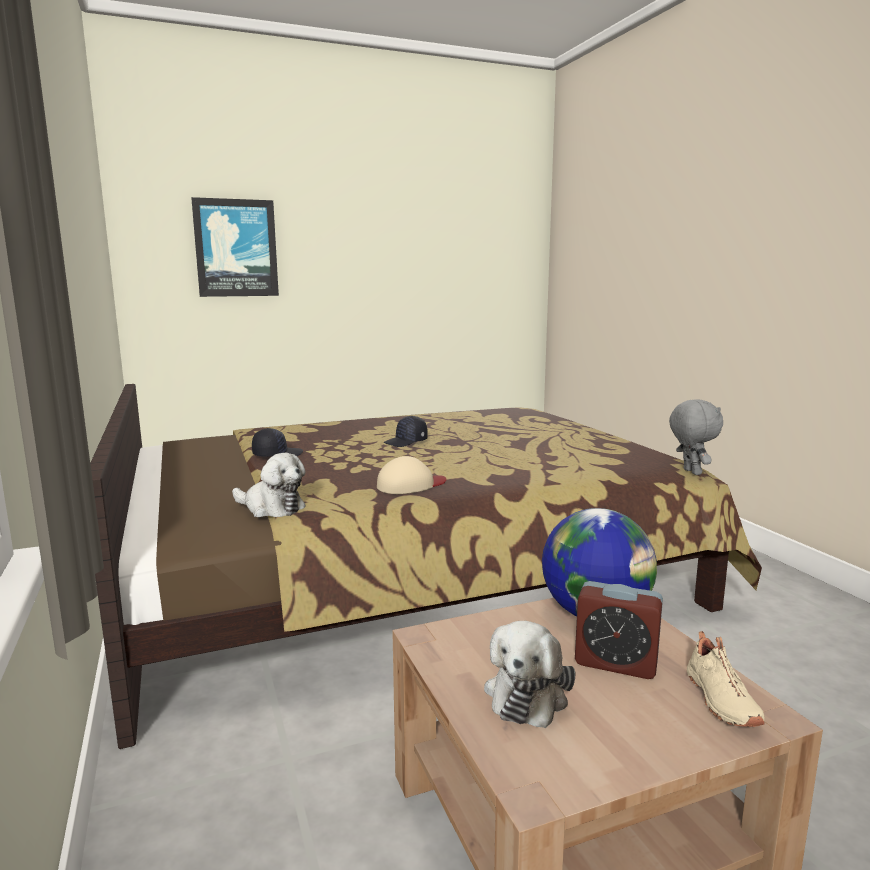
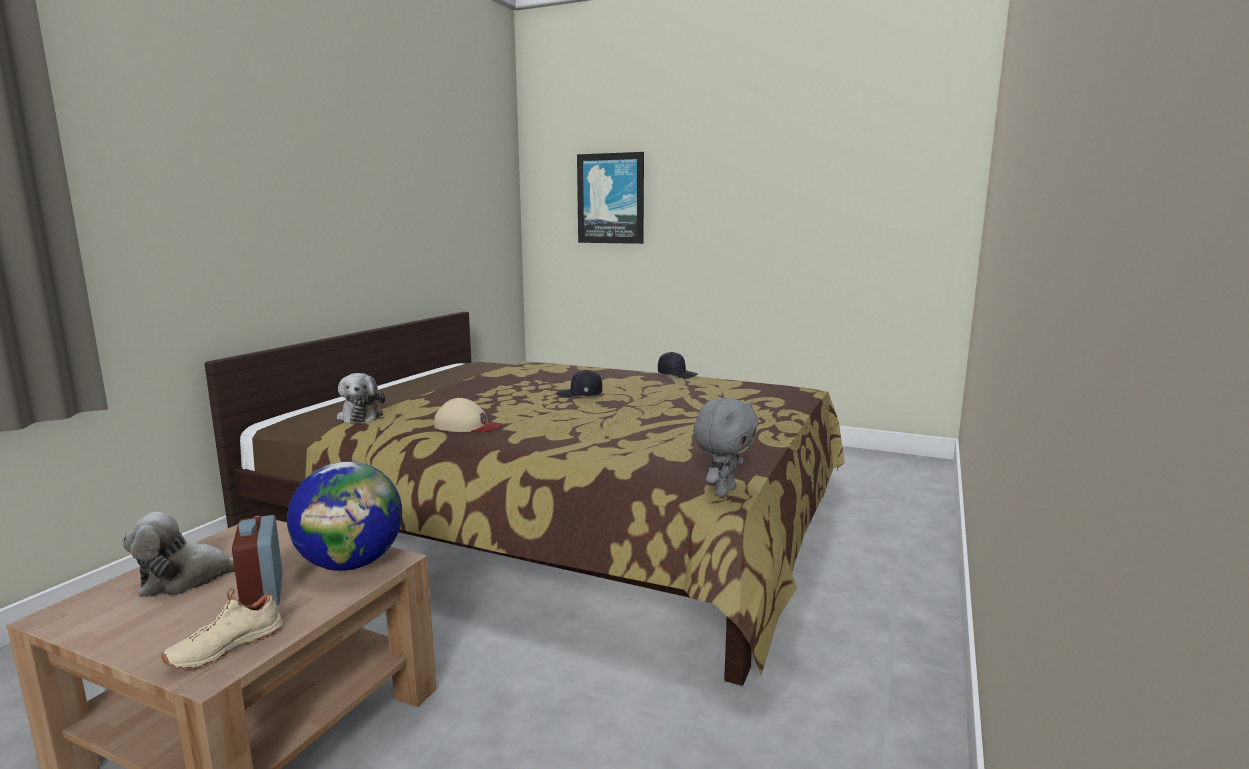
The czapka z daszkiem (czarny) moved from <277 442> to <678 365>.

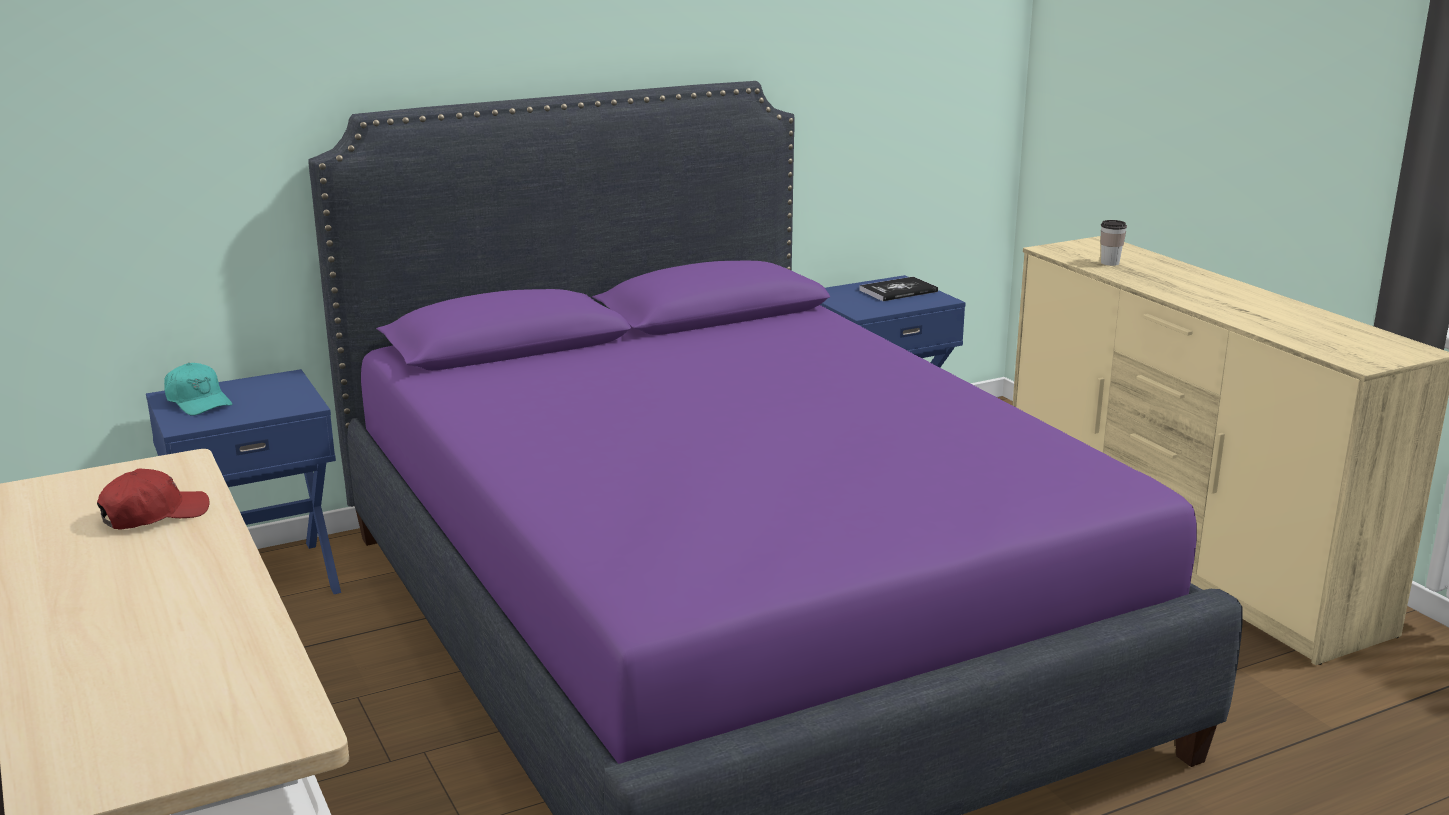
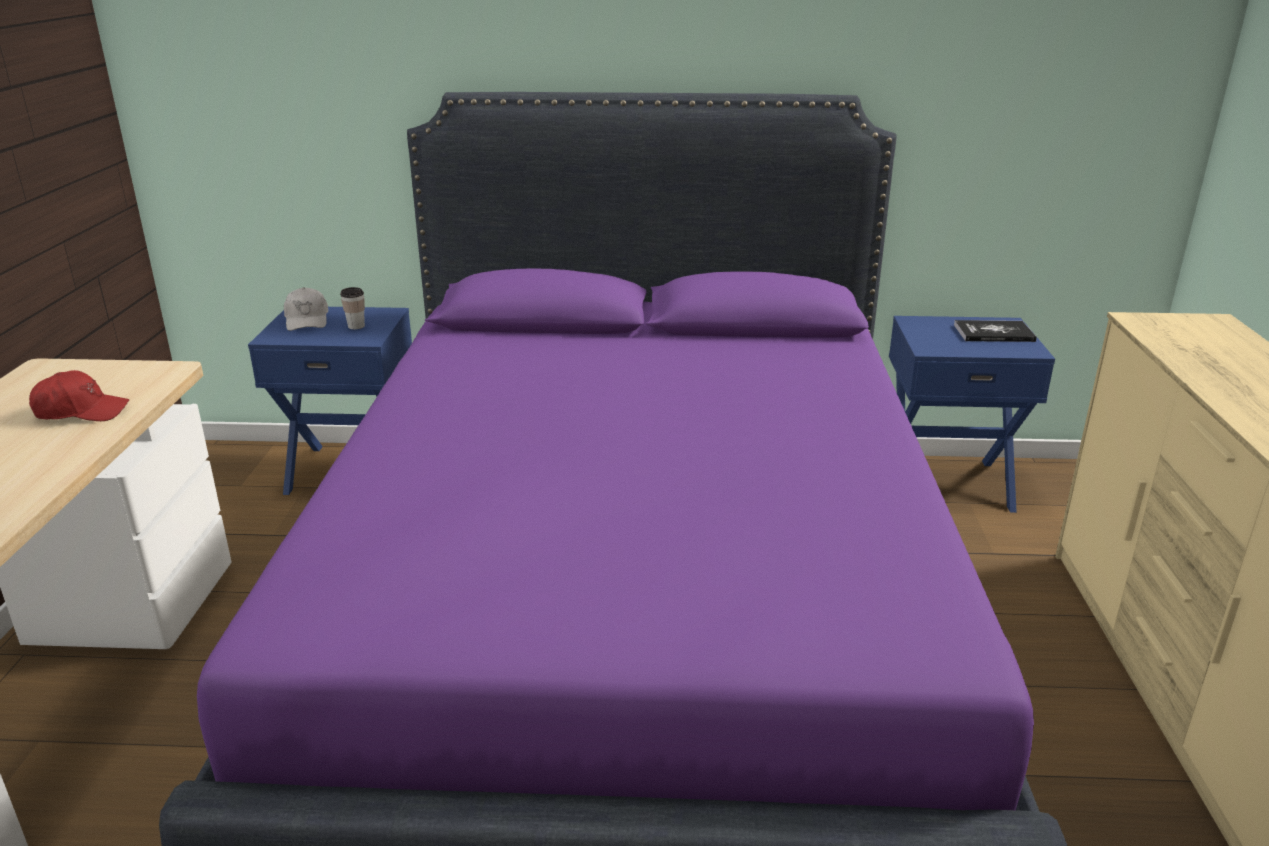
The filiżanka moved from <1114 243> to <352 308>. The czapka z daszkiem (turkusowy) at <198 389> became the czapka z daszkiem (biały) at <306 309>.

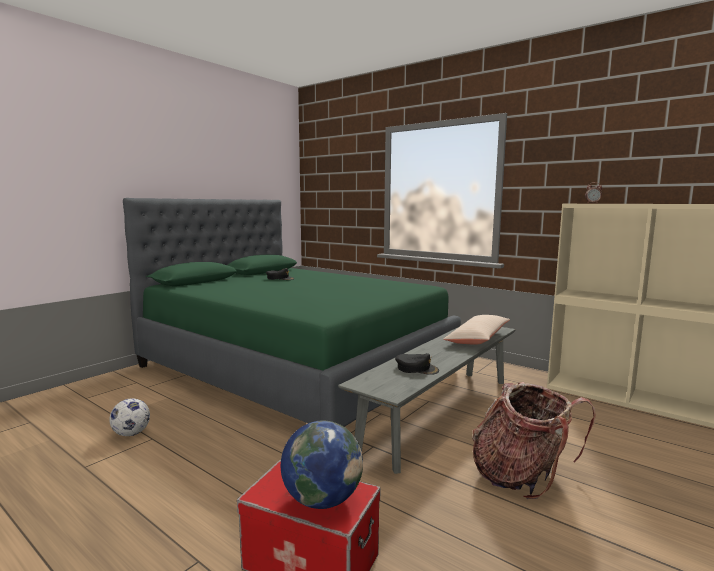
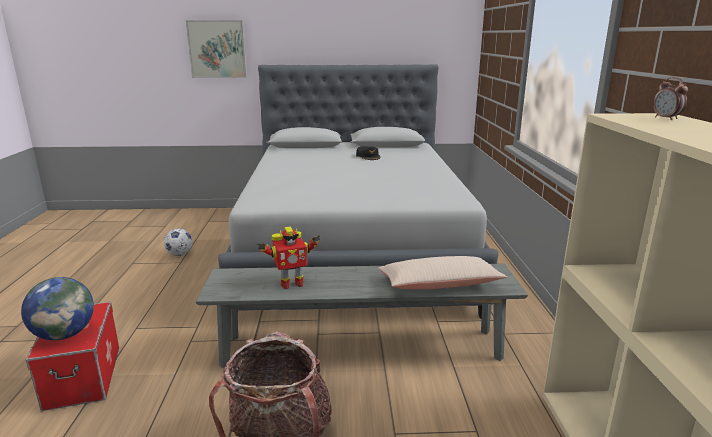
The obraz at <216 49> appeared. The czapka z daszkiem (czarny) at <417 364> was replaced by the robot zabawkowy at <288 258>. The łóżko (zielony) at <292 312> became the łóżko (szary) at <358 191>.

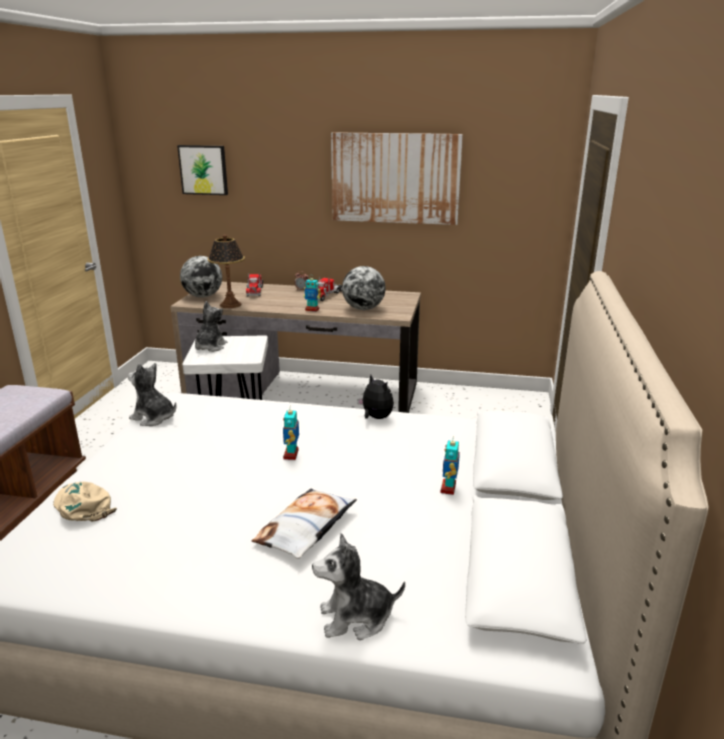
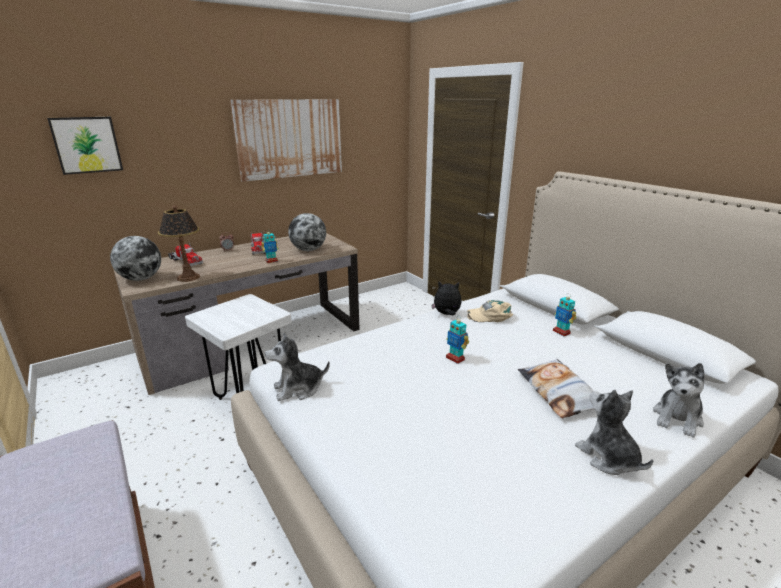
The czapka z daszkiem (beżowy) moved from <85 501> to <490 311>. The pluszak moved from <211 326> to <614 432>.

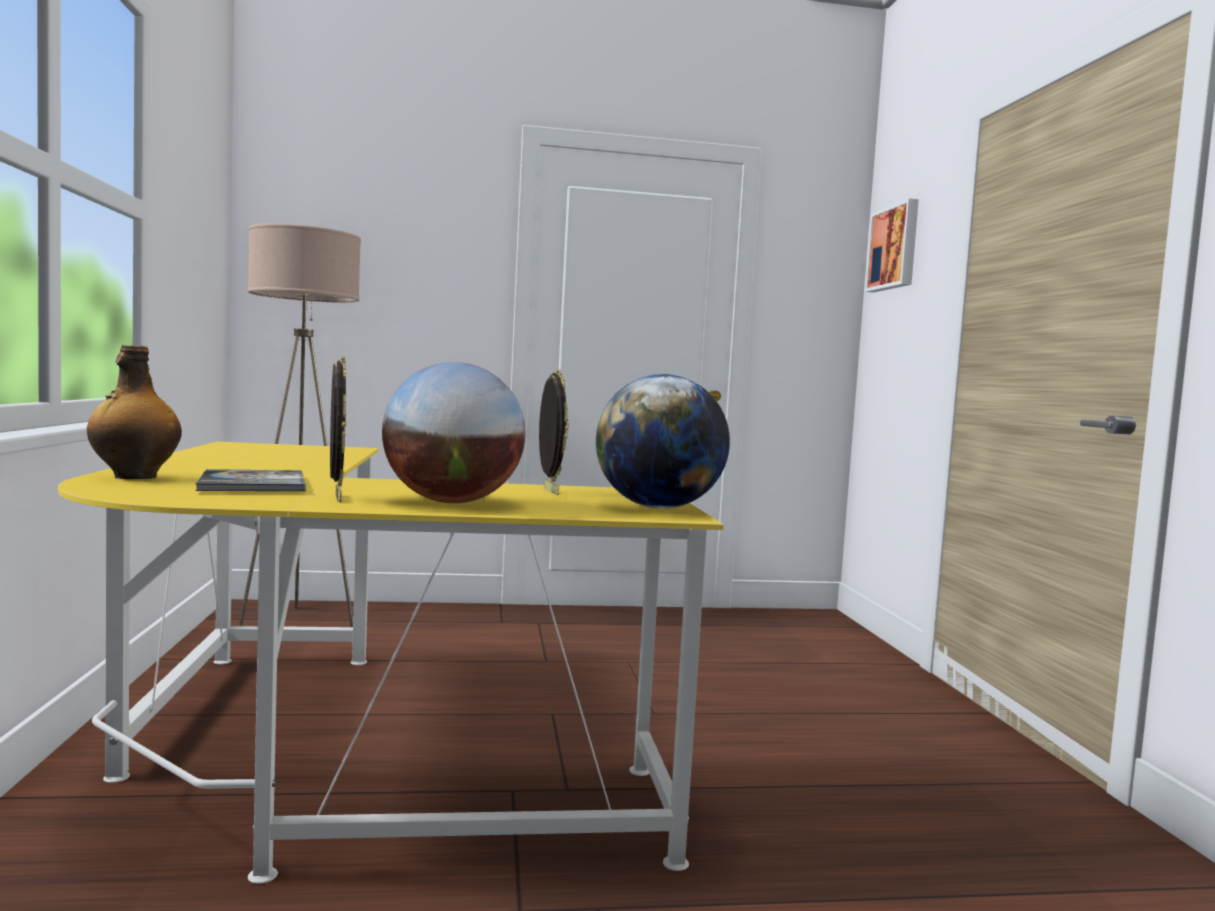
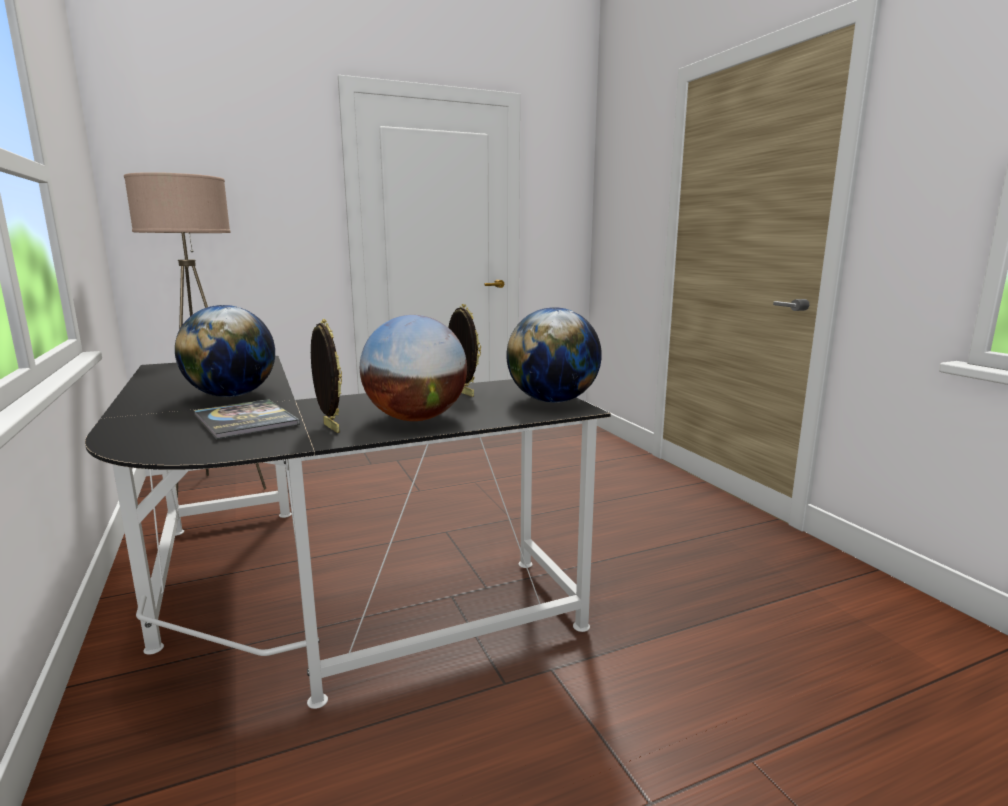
The butelka at <134 412> disappeared. The obraz at <892 245> disappeared. The globus at <225 351> appeared. The biurko (żółty) at <391 663> became the biurko (czarny) at <348 532>.

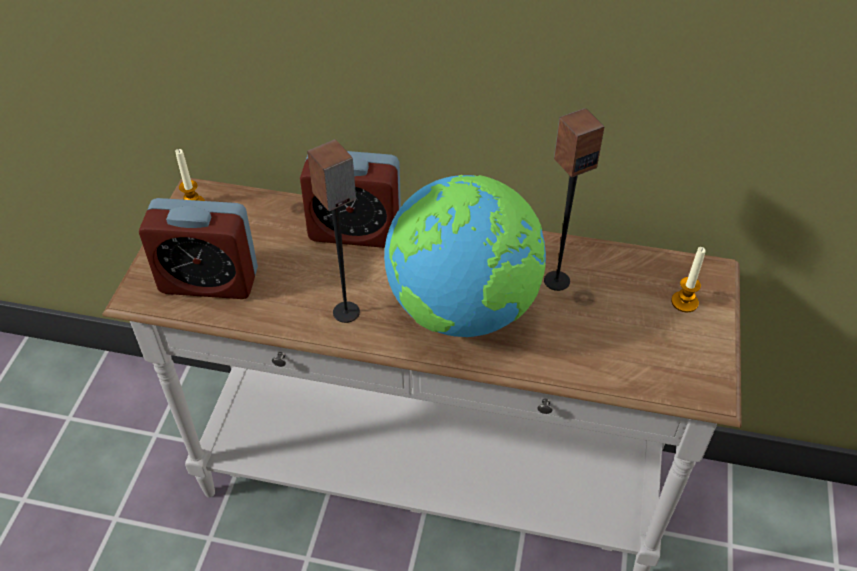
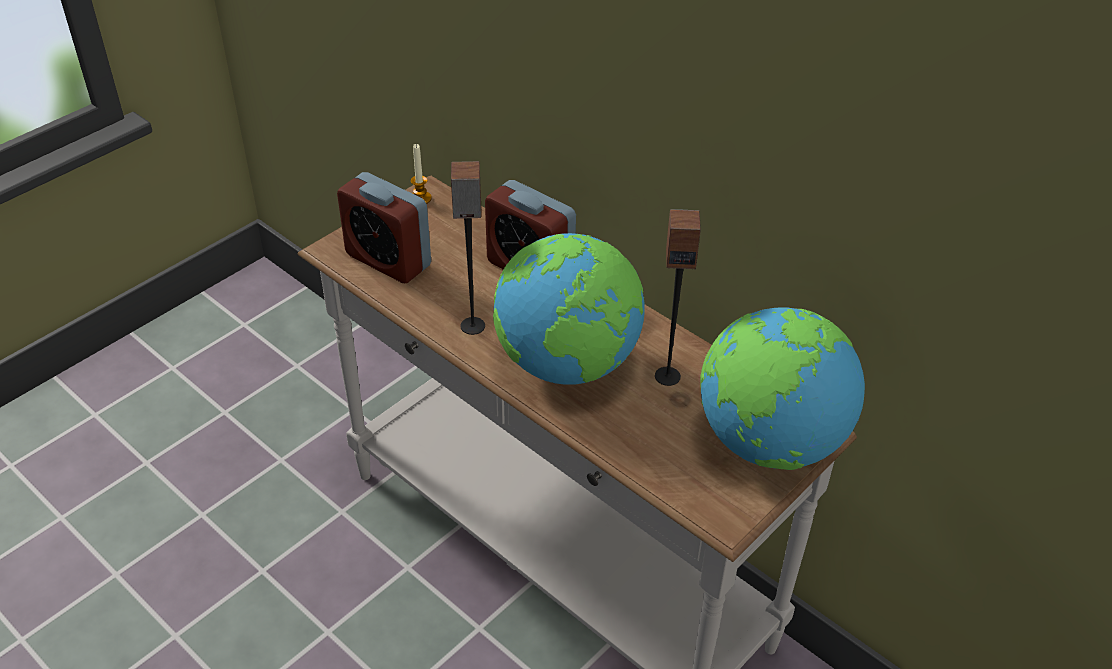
The świeca at <688 279> was replaced by the globus at <782 388>.

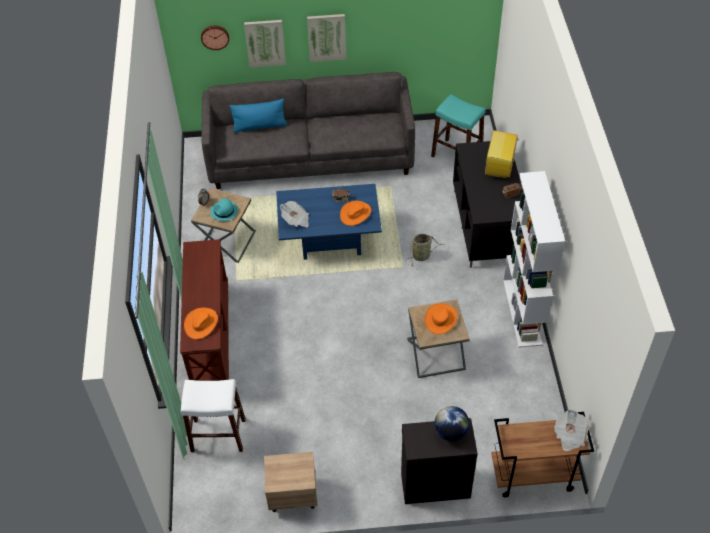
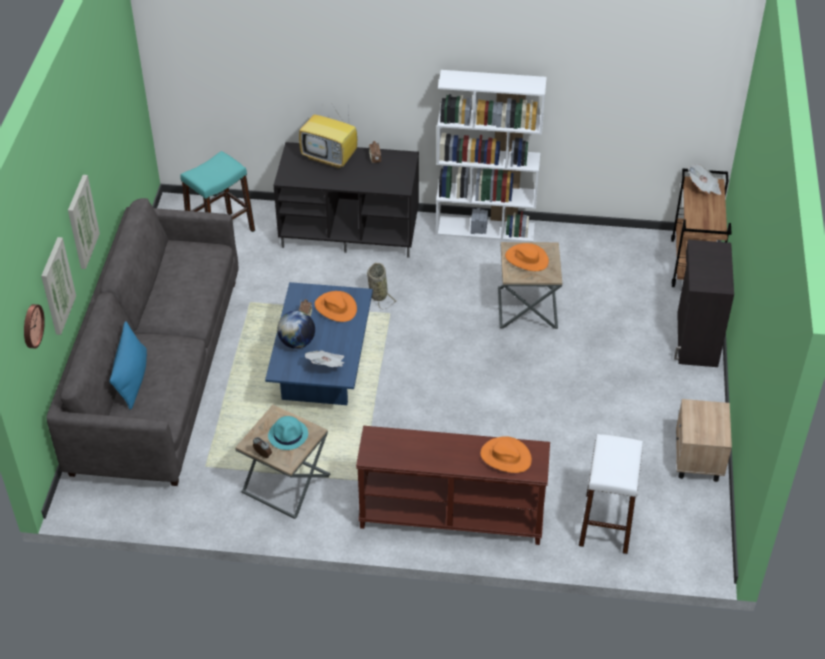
The globus moved from <452 423> to <296 330>.

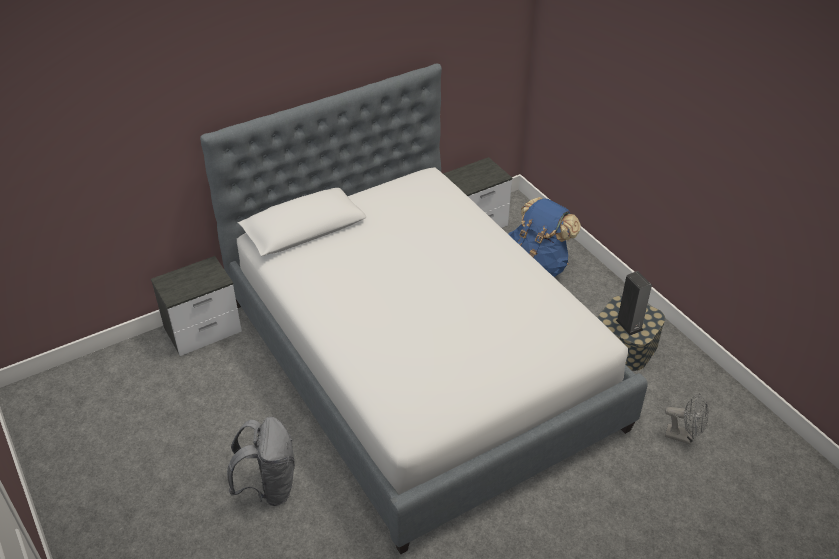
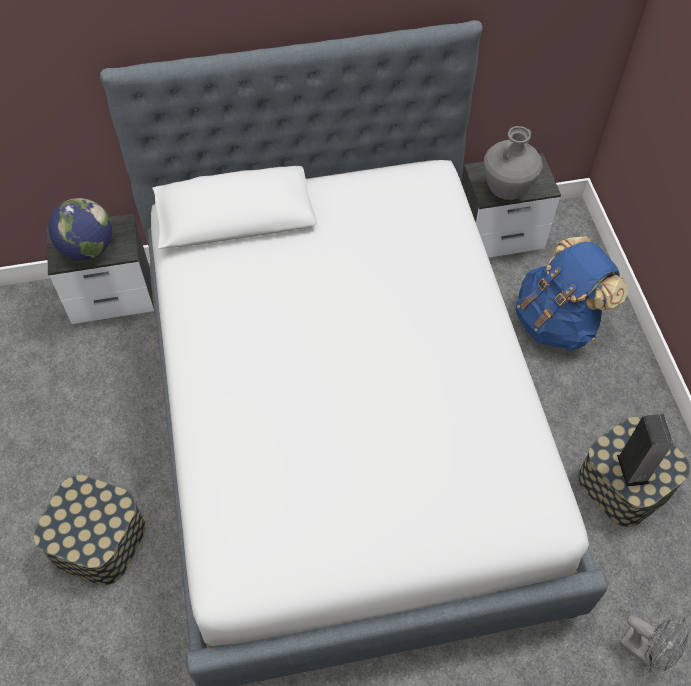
The globus at <80 229> appeared. The wazon (szary) at <513 163> appeared. The plecak (szary) at <261 461> was replaced by the pojemnik do przechowywania at <89 530>.

